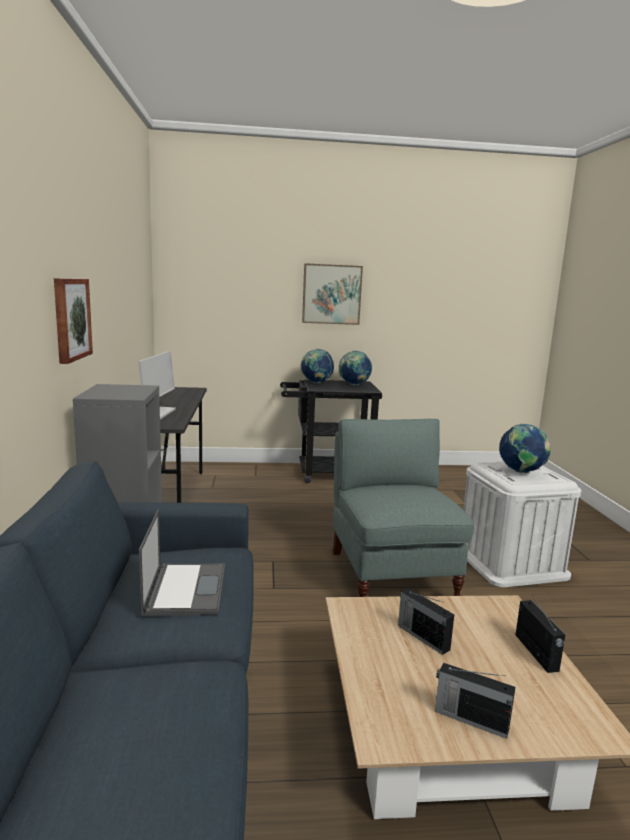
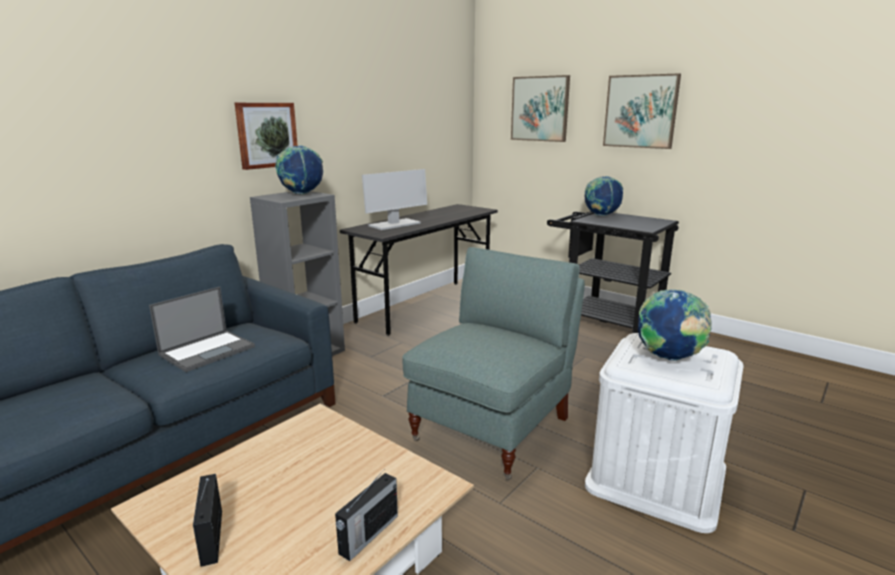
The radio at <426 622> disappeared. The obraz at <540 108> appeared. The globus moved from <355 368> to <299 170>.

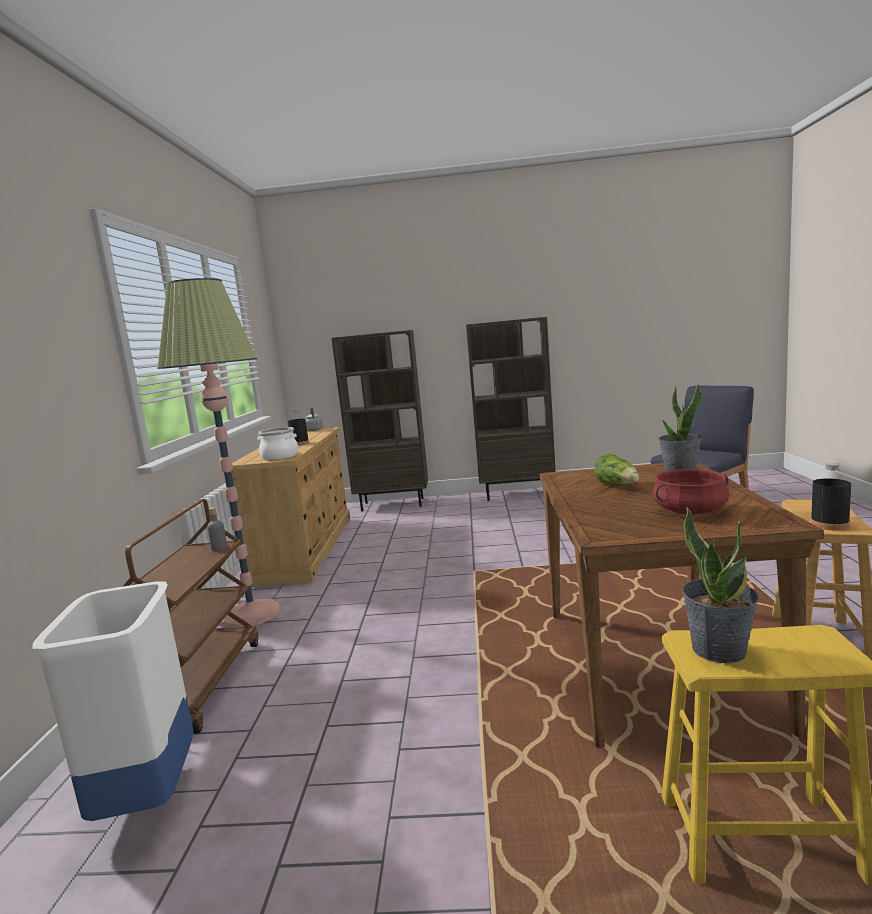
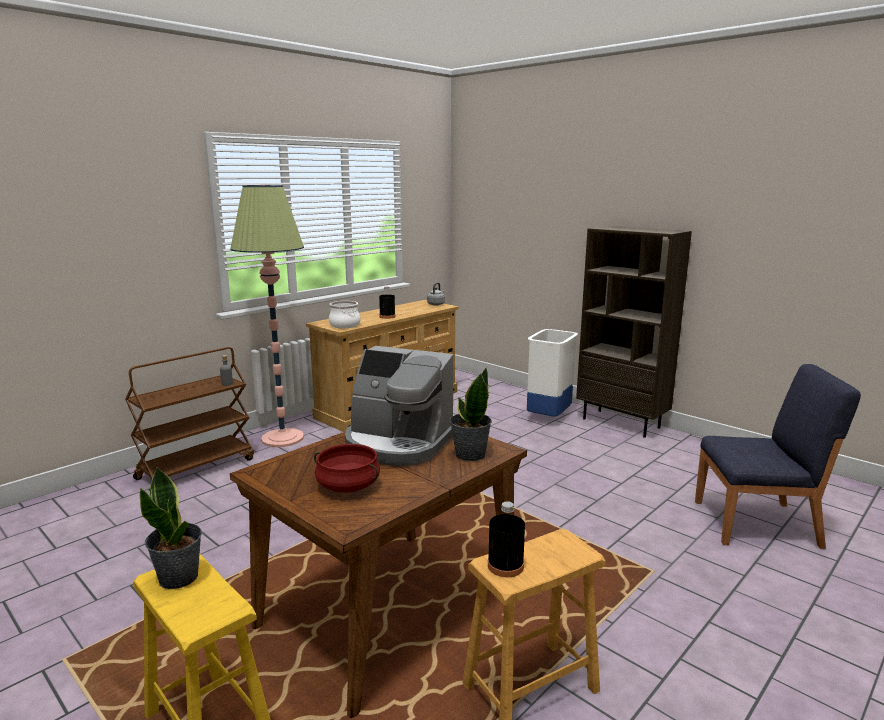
The regał (brązowy) at <379 420> disappeared. The kosz na śmieci (biały) moved from <113 701> to <552 373>. The sałata at <616 469> was replaced by the ekspres do kawy at <399 406>.

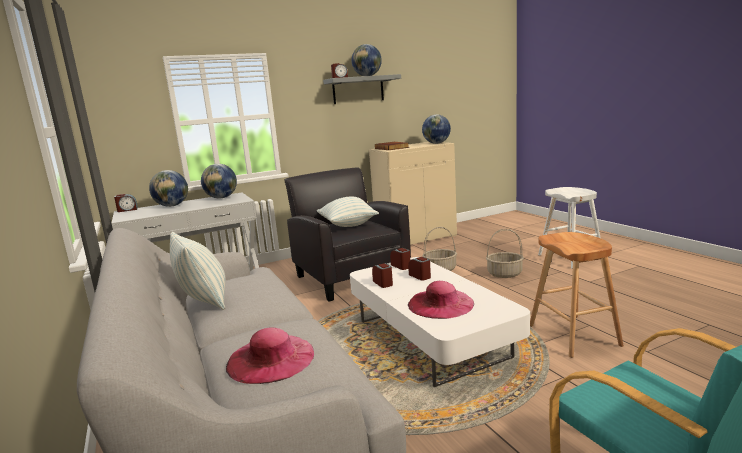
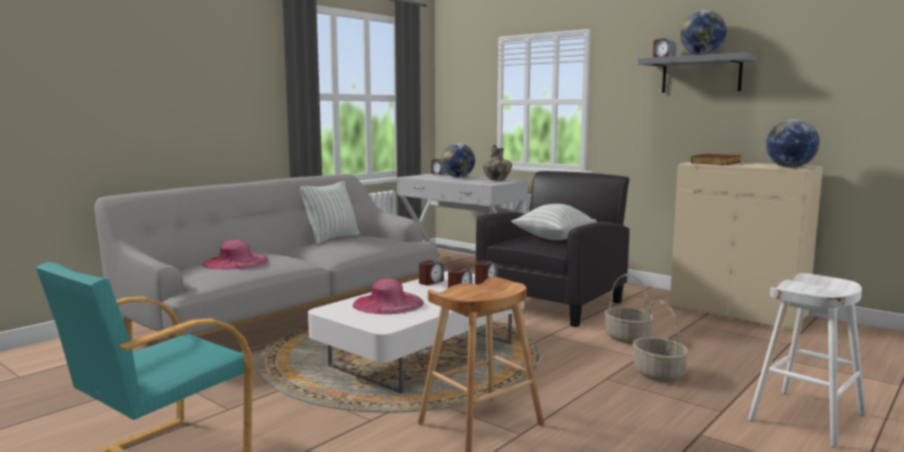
The globus at <219 181> was replaced by the wazon at <497 162>.

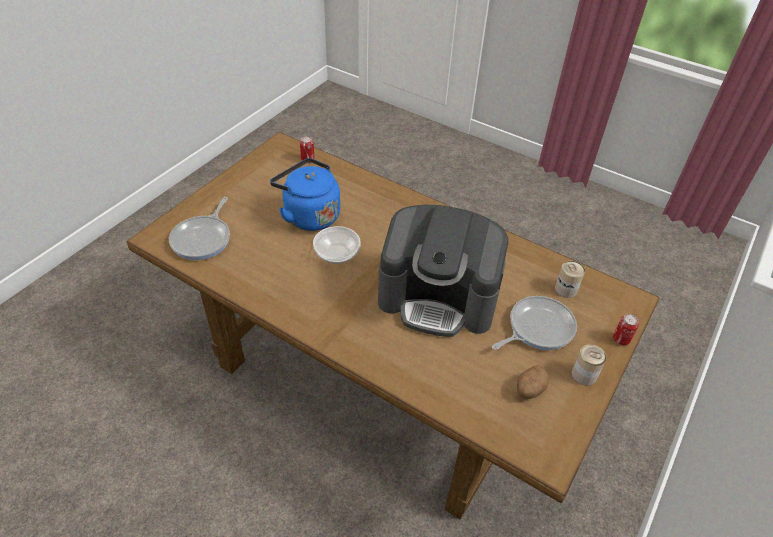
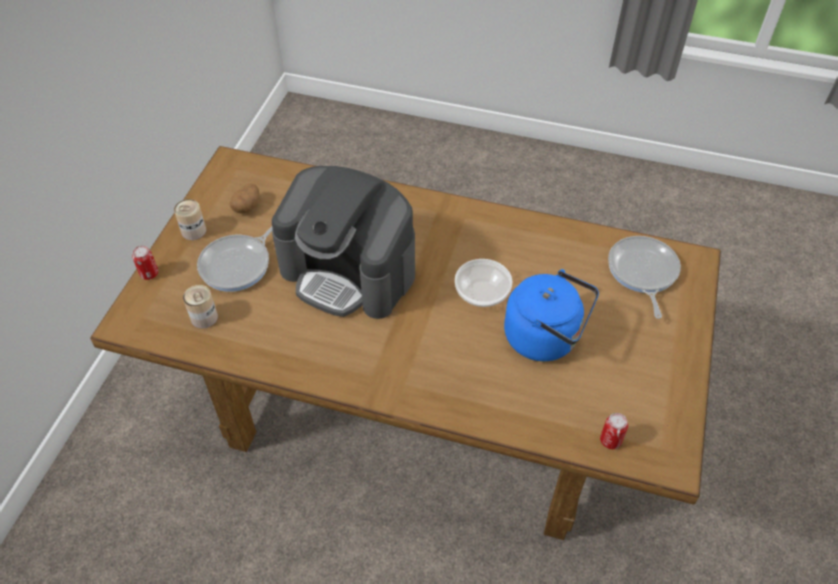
The ekspres do kawy at <443 271> turned 150 degrees counterclockwise.

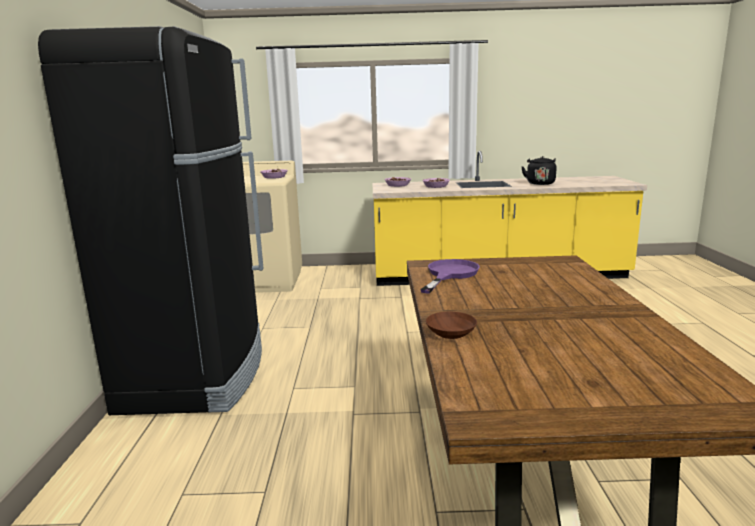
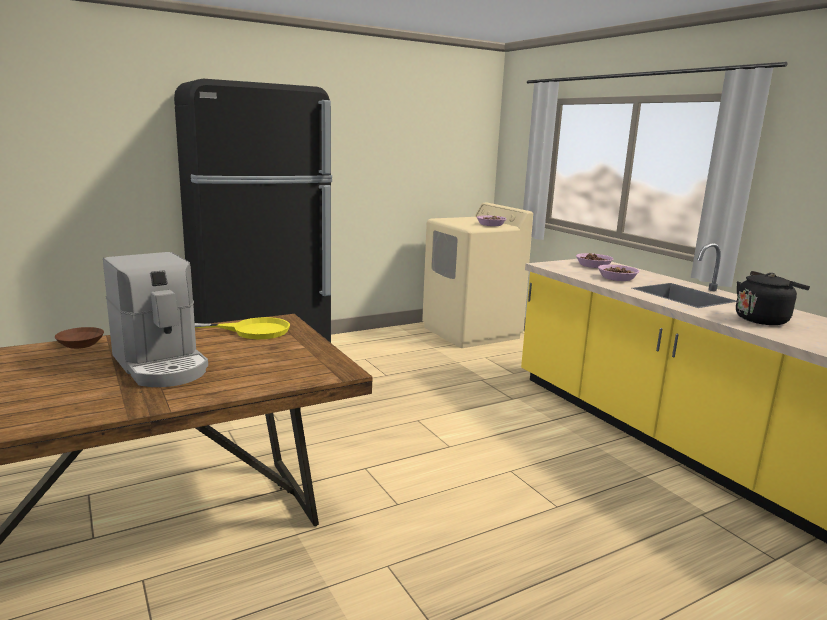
The ekspres do kawy at <155 319> appeared. The patelnia (fioletowy) at <450 276> became the patelnia (żółty) at <242 328>.

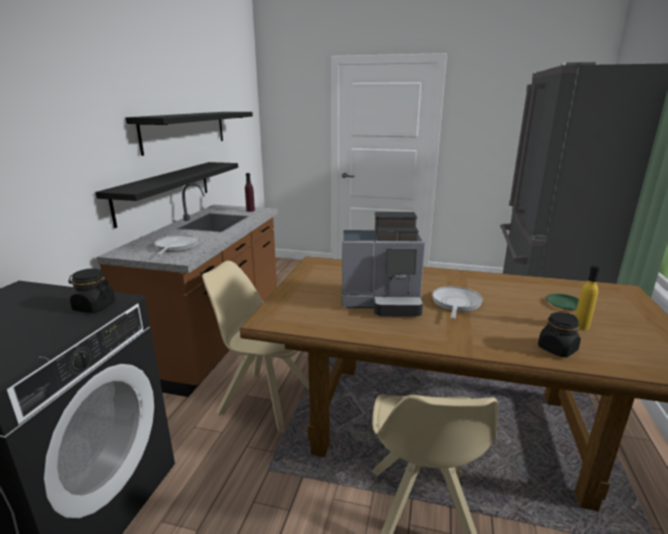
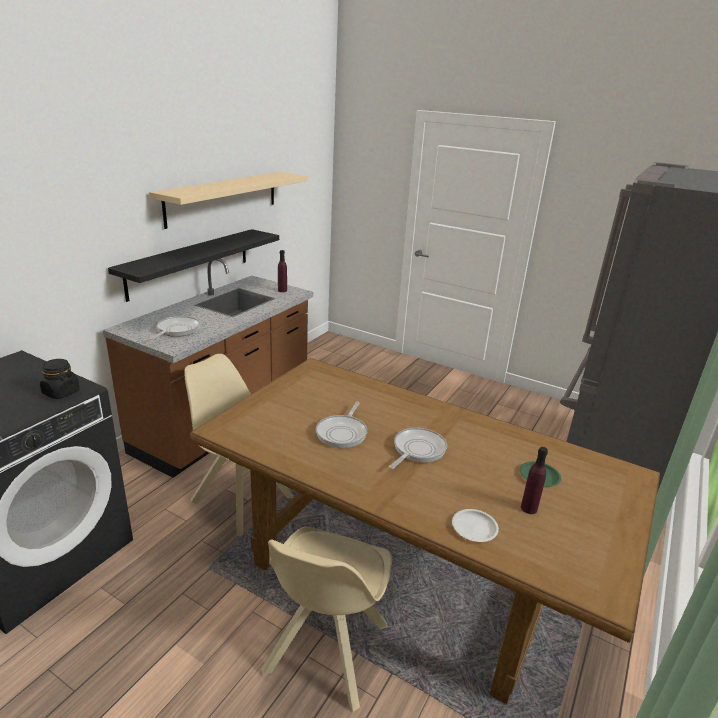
The ekspres do kawy at <383 264> was replaced by the patelnia at <341 425>. The słoik (czarny) at <559 334> was replaced by the talerz (biały) at <475 525>. The półka (czarny) at <189 134> became the półka (beżowy) at <228 200>. The butelka (żółty) at <587 297> became the butelka (fioletowy) at <534 480>.

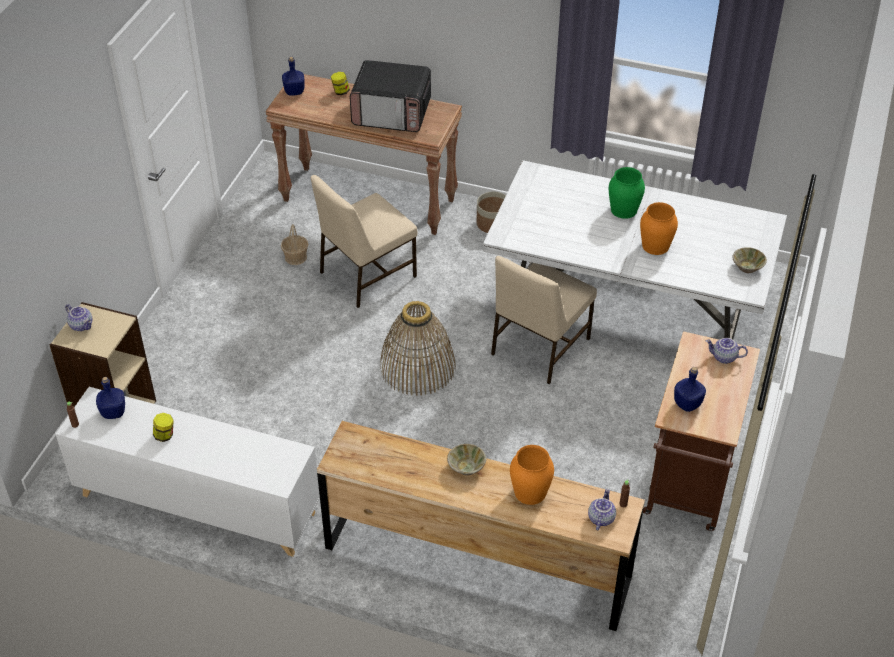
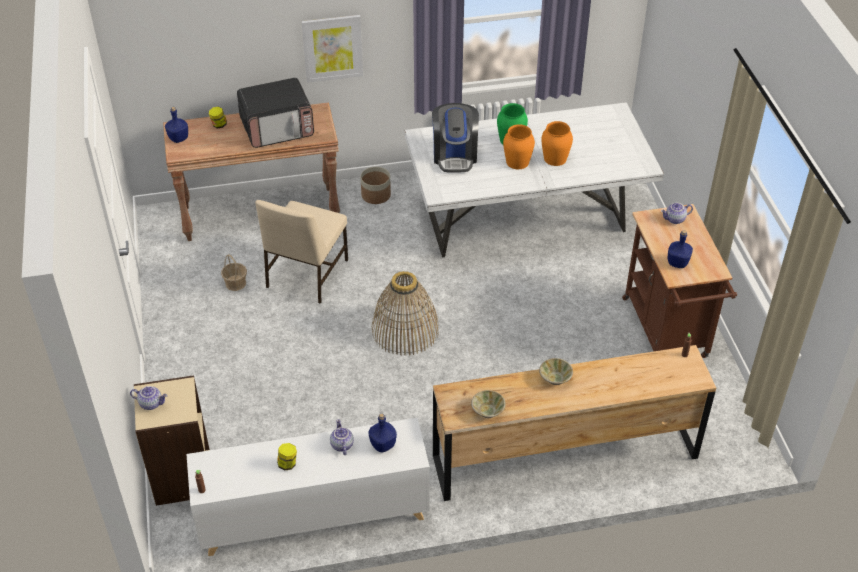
The krzesło (beżowy) at <544 320> disappeared. The obraz at <332 49> appeared. The ekspres do kawy at <455 138> appeared. The butelka (niebieski) moved from <110 398> to <383 433>. The wazon (pomarańczowy) moved from <532 475> to <519 146>. The imbryk moved from <602 509> to <342 437>. The miska (beżowy) moved from <749 260> to <488 404>.

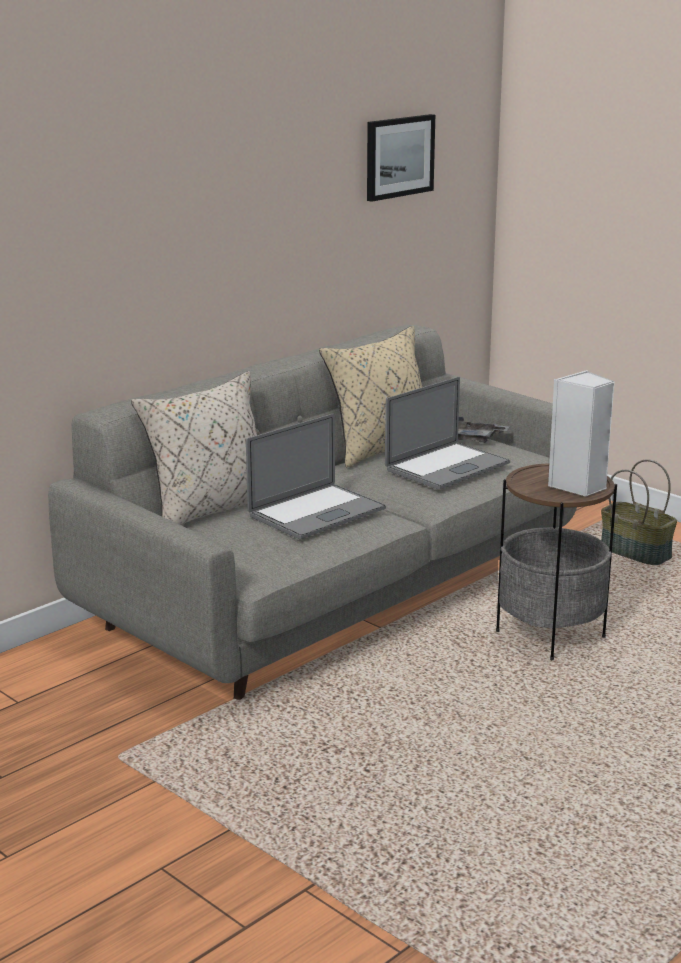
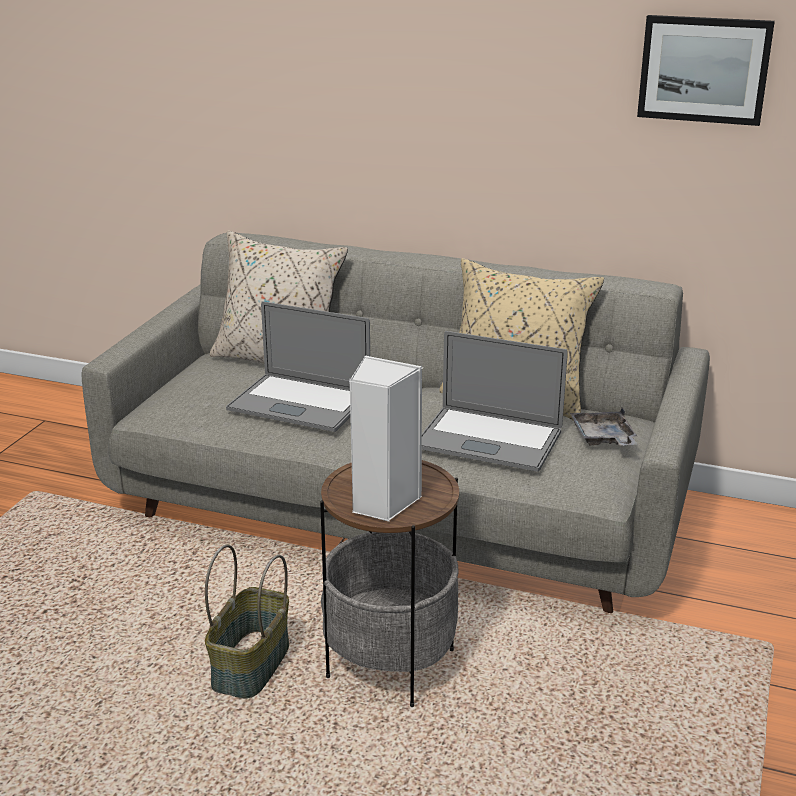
The koszyk moved from <639 512> to <247 621>.

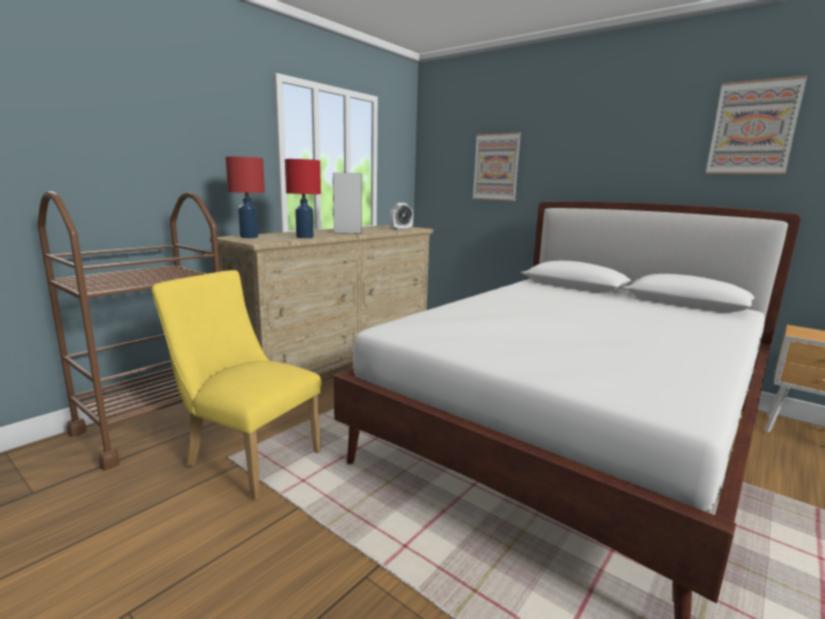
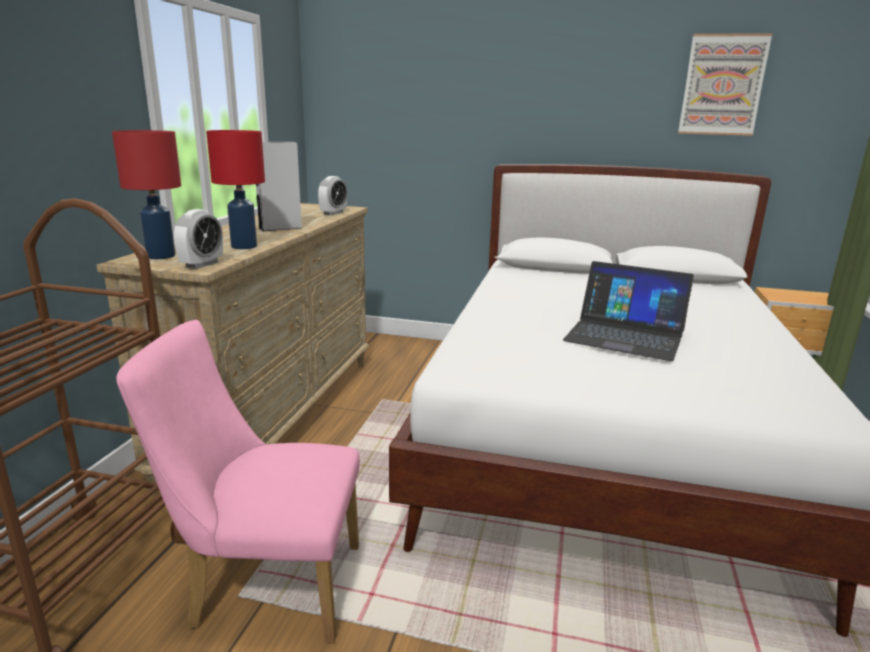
The obraz at <496 166> disappeared. The budzik at <198 239> appeared. The laptop at <628 311> appeared. The krzesło (żółty) at <237 385> became the krzesło (różowy) at <238 482>.

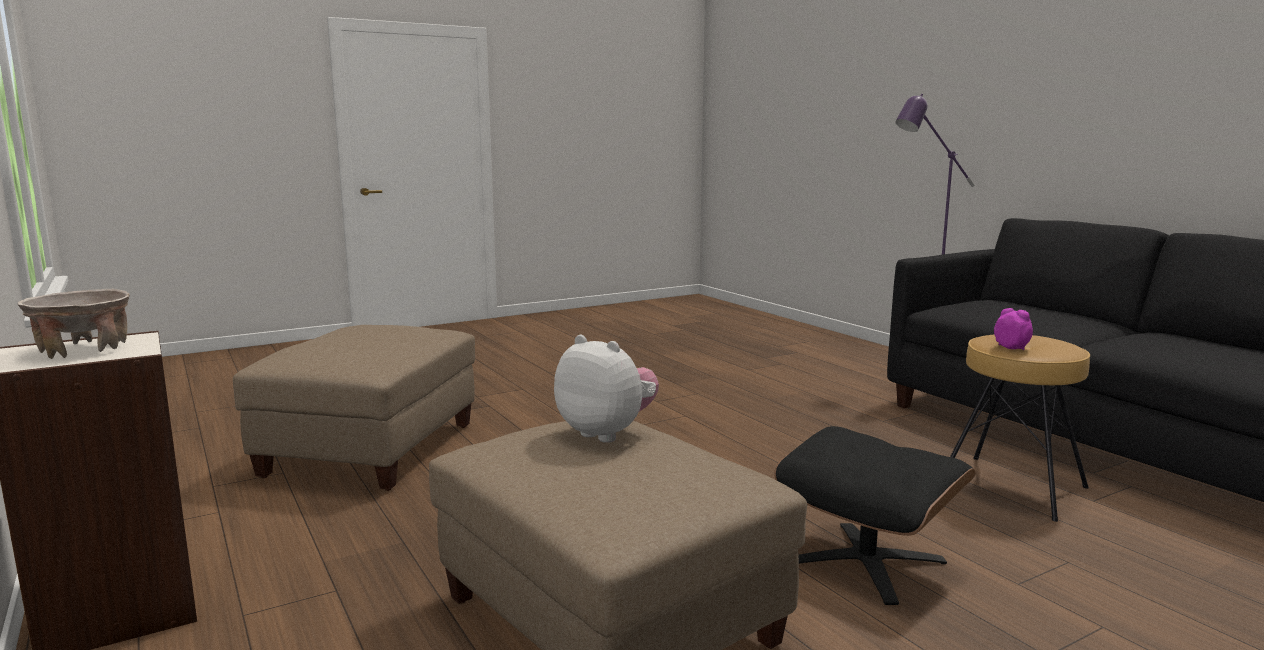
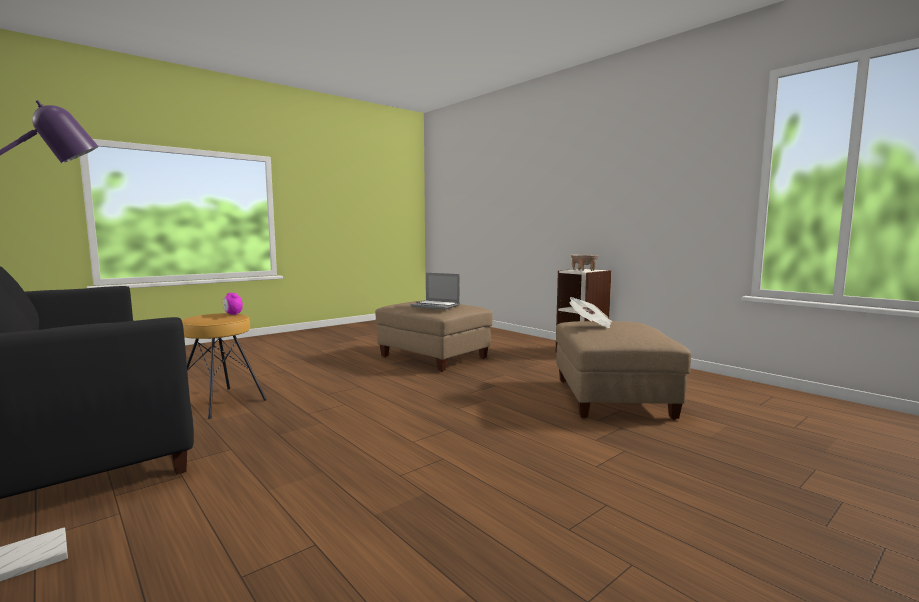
The pufa (czarny) at <875 515> disappeared. The gazeta at <590 312> appeared. The pluszak at <606 389> was replaced by the laptop at <435 291>.

